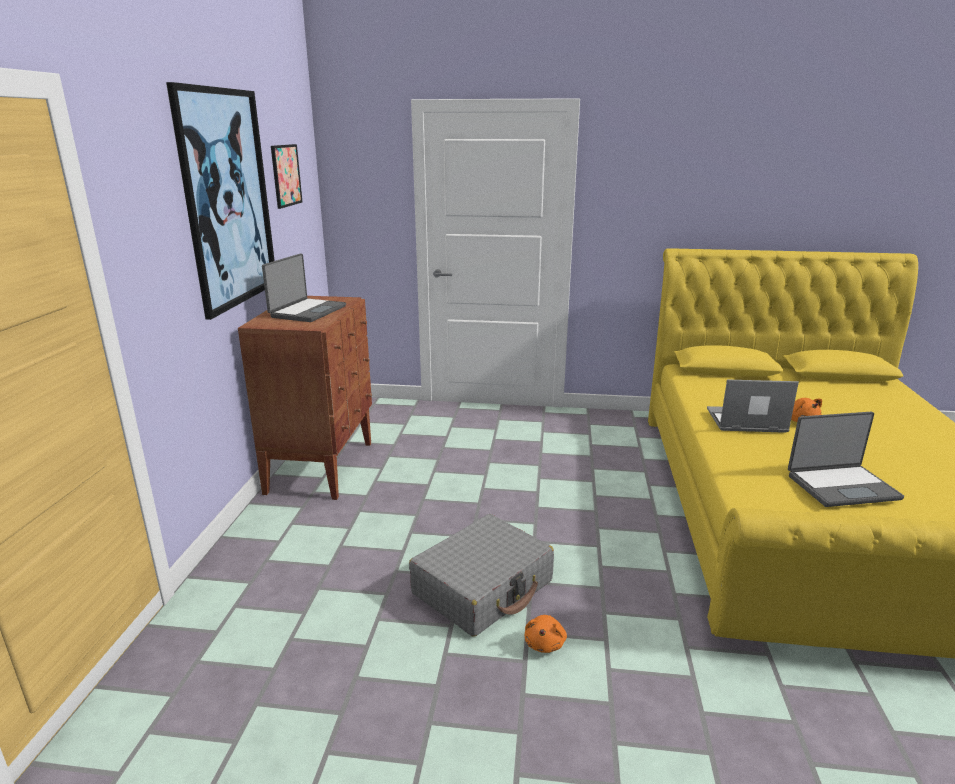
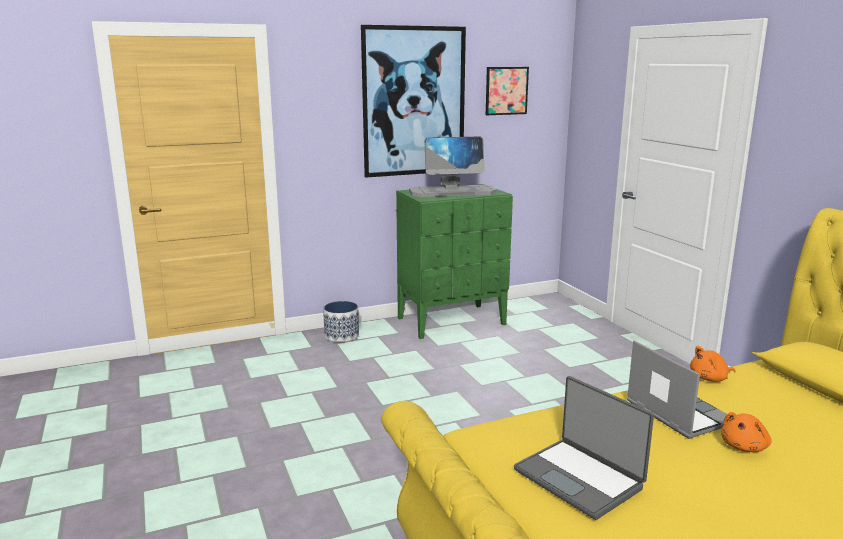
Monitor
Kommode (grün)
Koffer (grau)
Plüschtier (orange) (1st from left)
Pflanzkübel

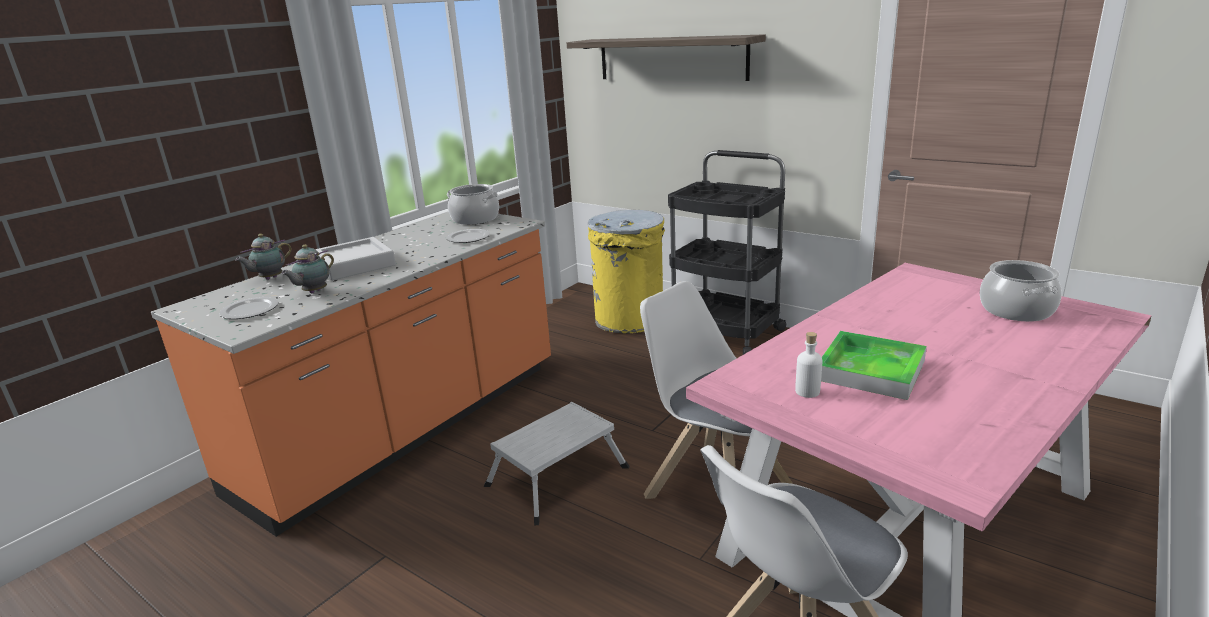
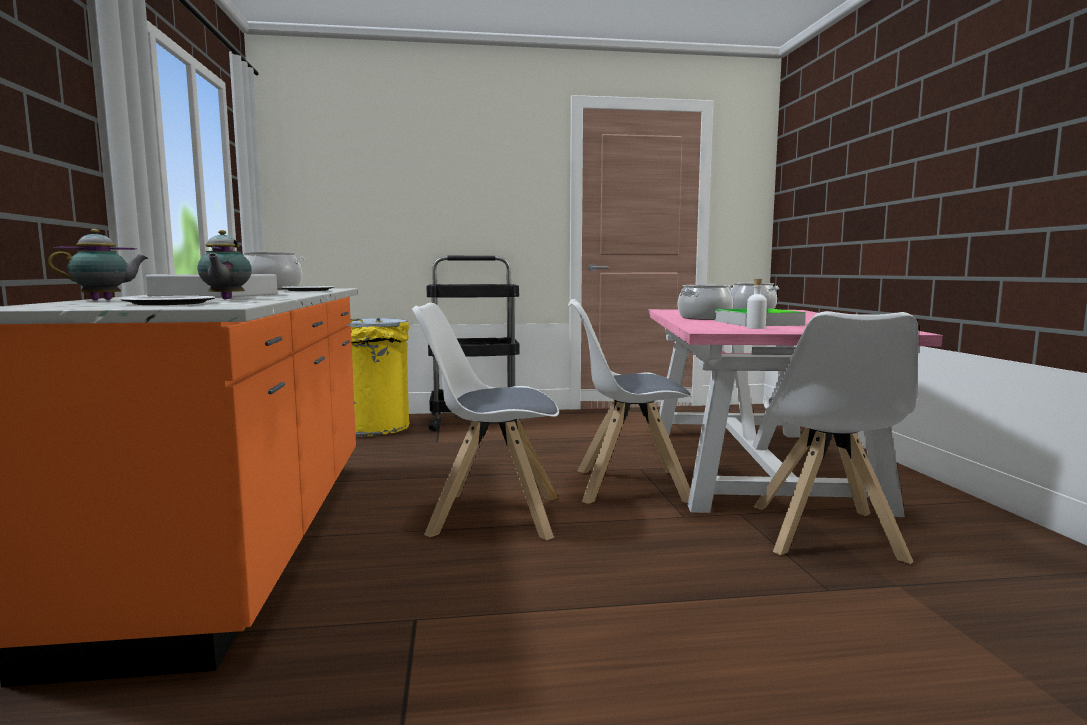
Wandregal
Teekanne (1st from left)
Stuhl (1st from left)
Kochtopf (2nd from left)

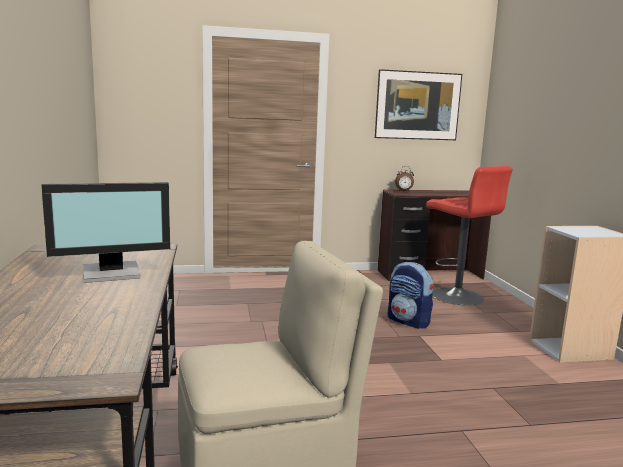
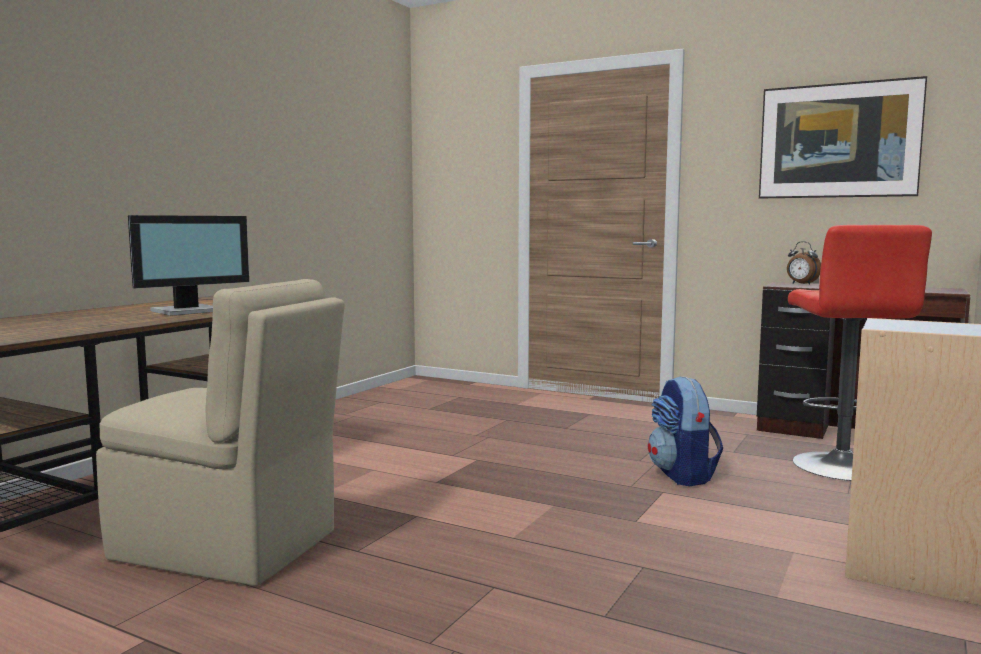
Monitor

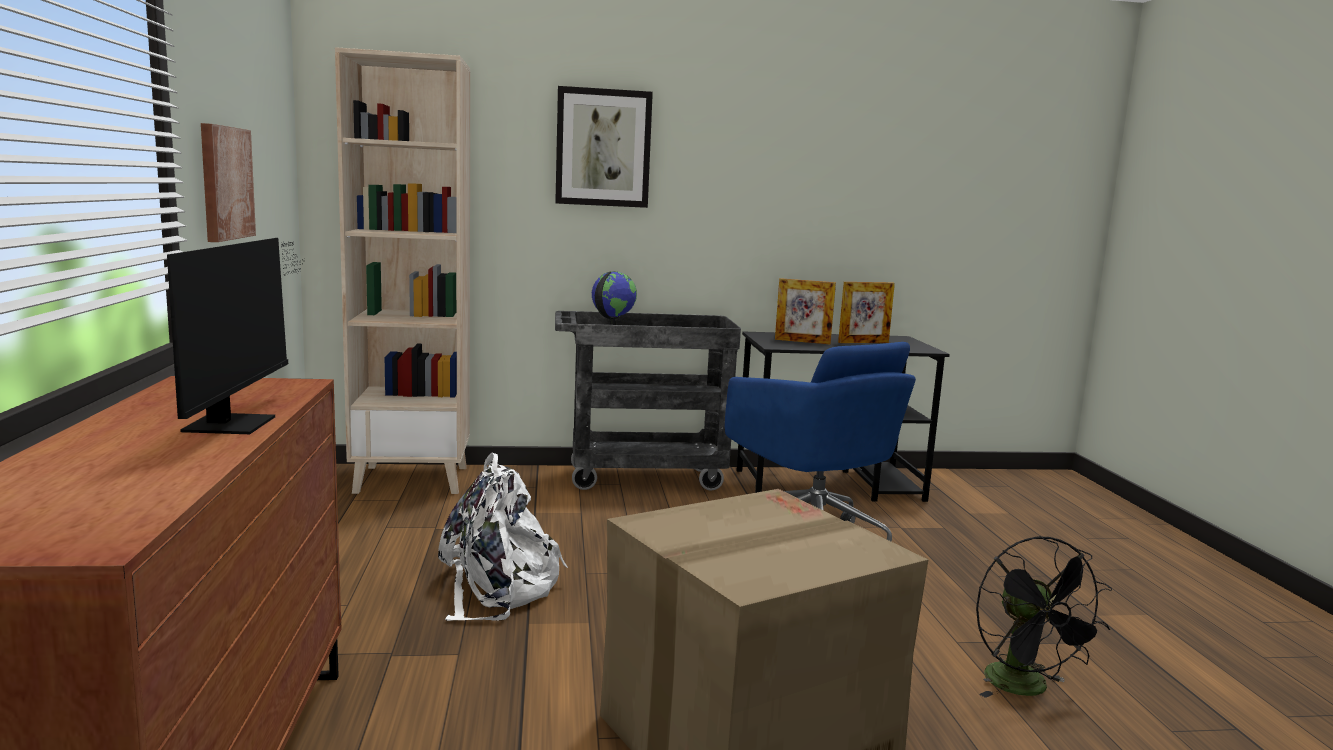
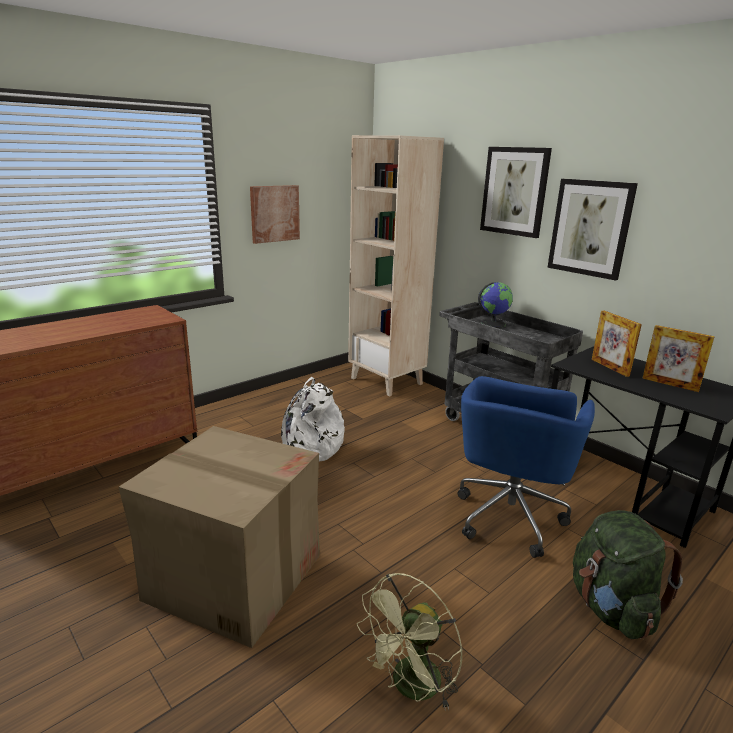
Monitor
Ventilator (grün)
Bild (3rd from left)
Rucksack (grün)

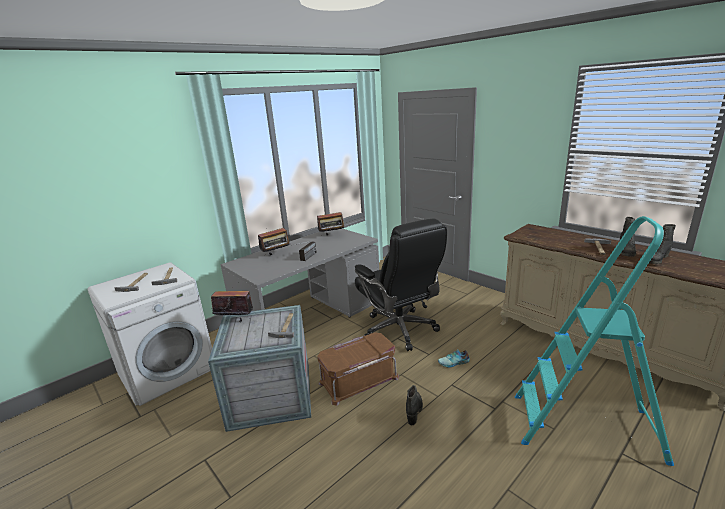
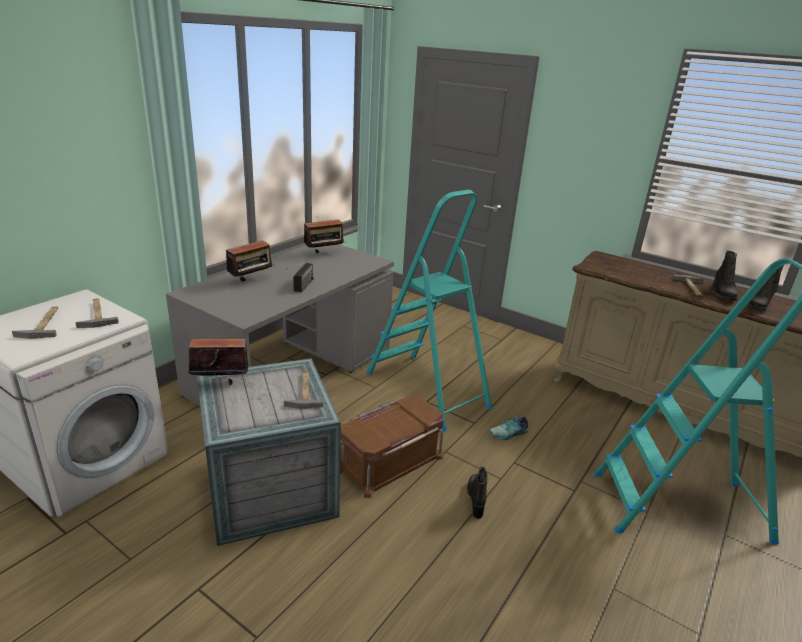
Trittleiter (türkis) (1st from left)

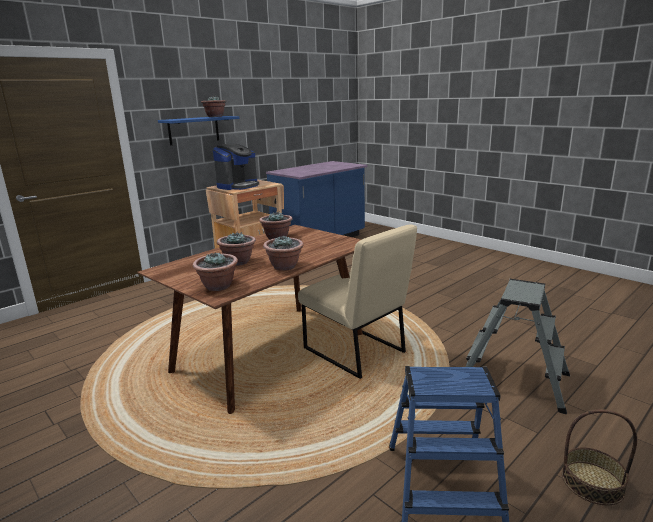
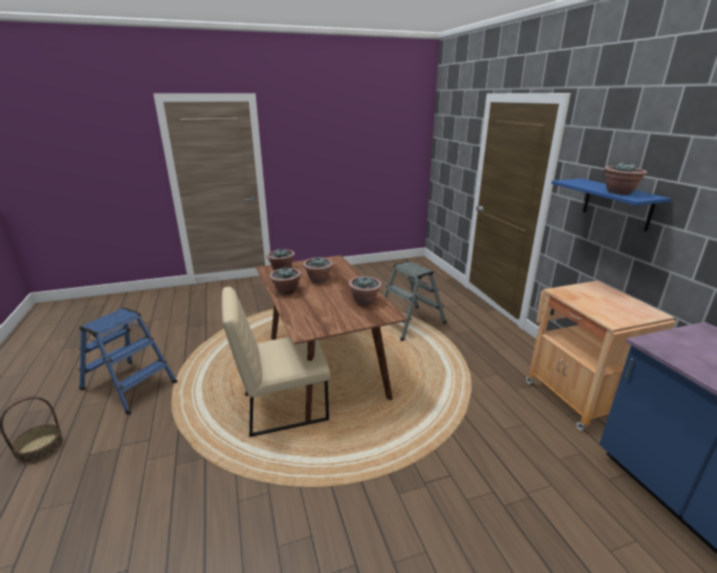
Kaffeemaschine
Trittleiter (grau)

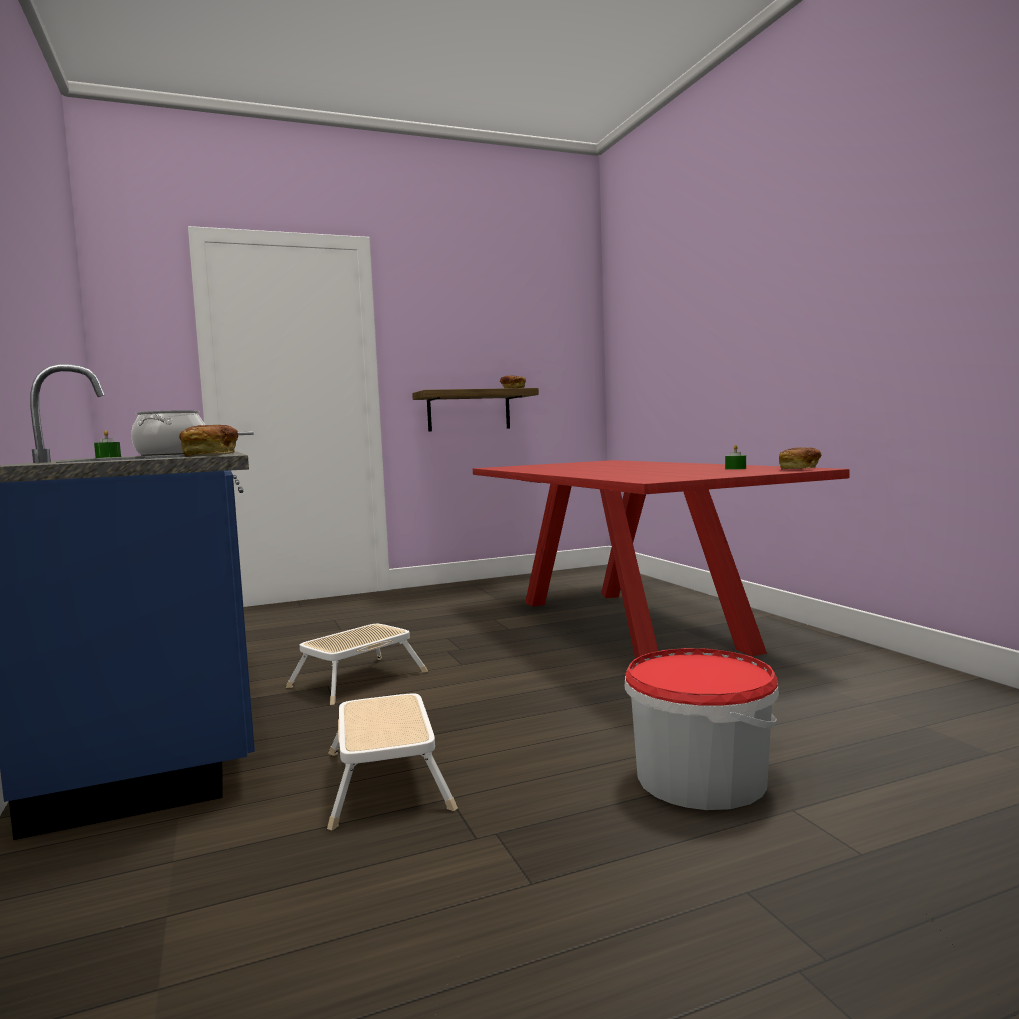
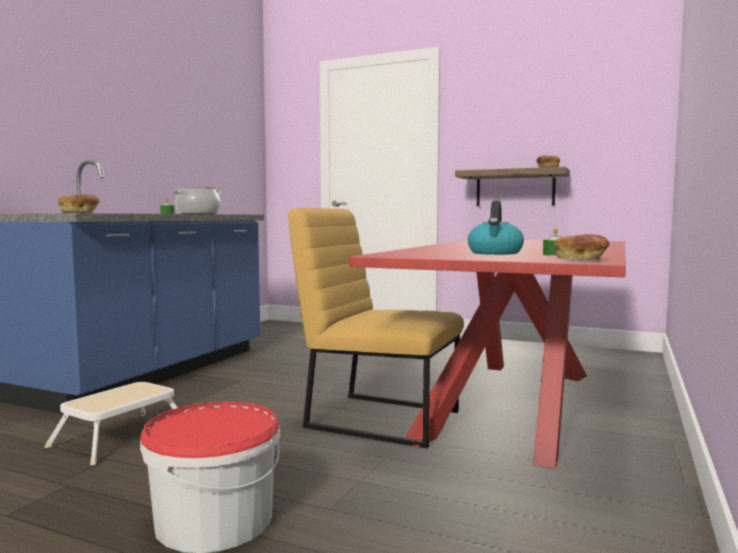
Trittleiter (beige) (1st from left in the first image)
Wasserkessel
Stuhl (gelb)

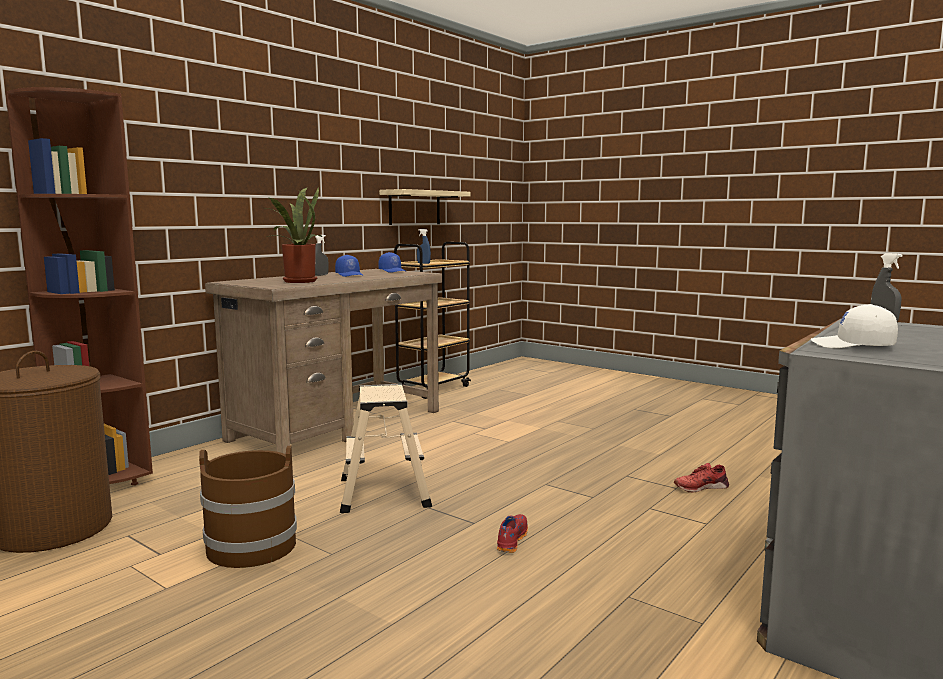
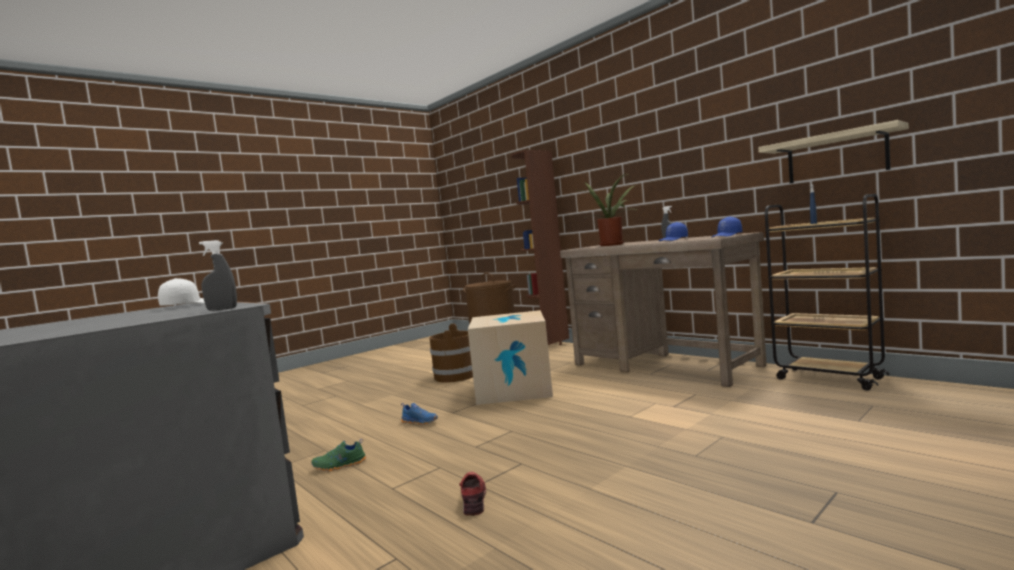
Karton
Schuh (blau)
Schuh (grün)

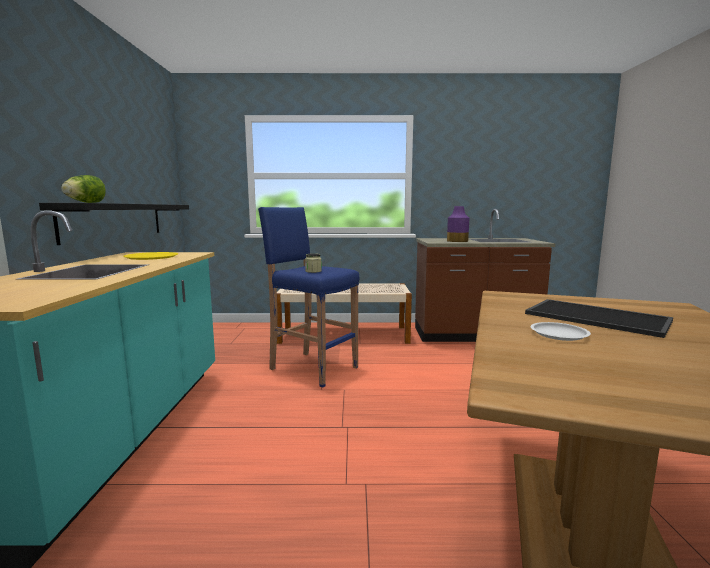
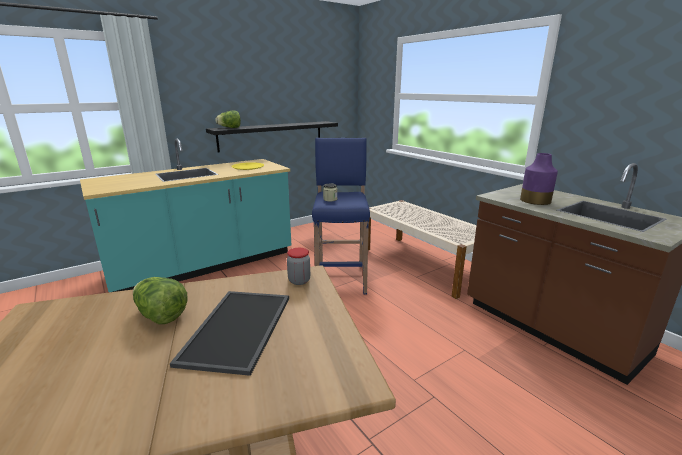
Salatkopf (1st from left)
Vorratsglas (1st from left)

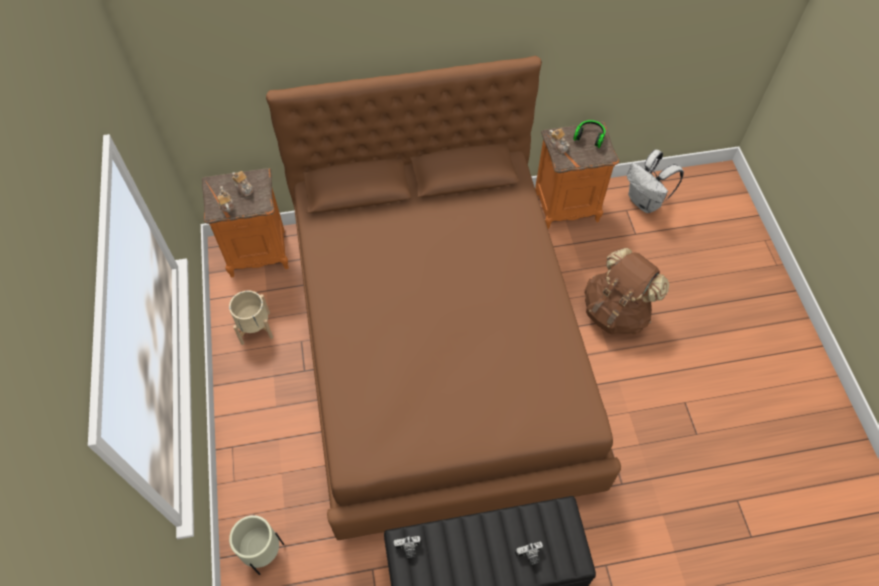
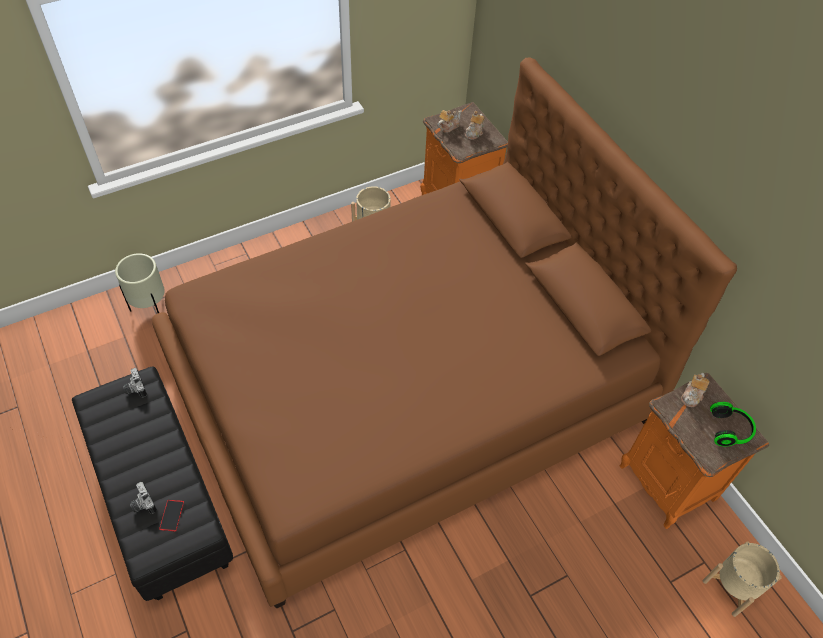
Pflanzkübel (beige) (3rd from left)
Rucksack (braun)
Handy

